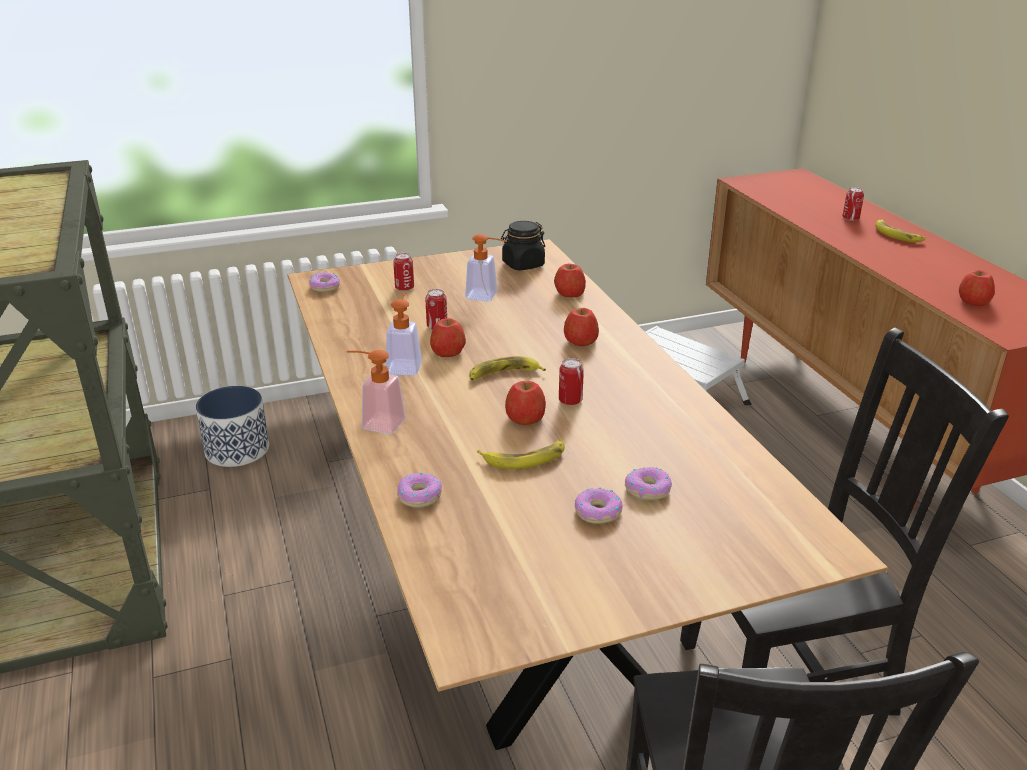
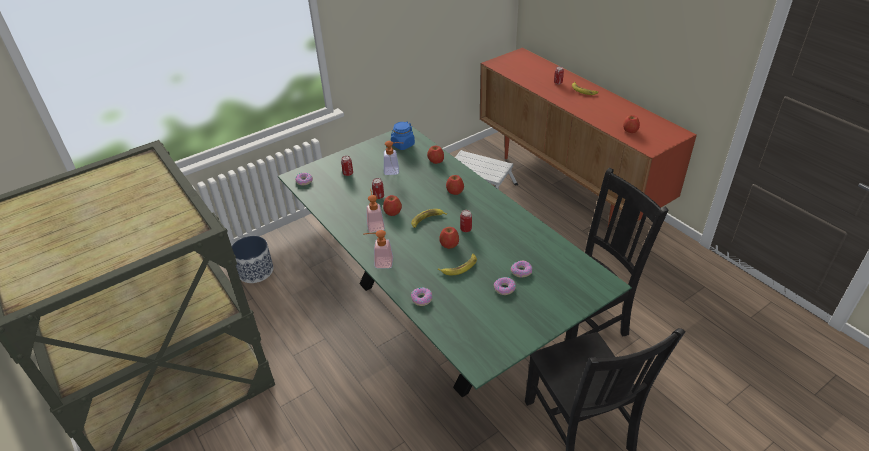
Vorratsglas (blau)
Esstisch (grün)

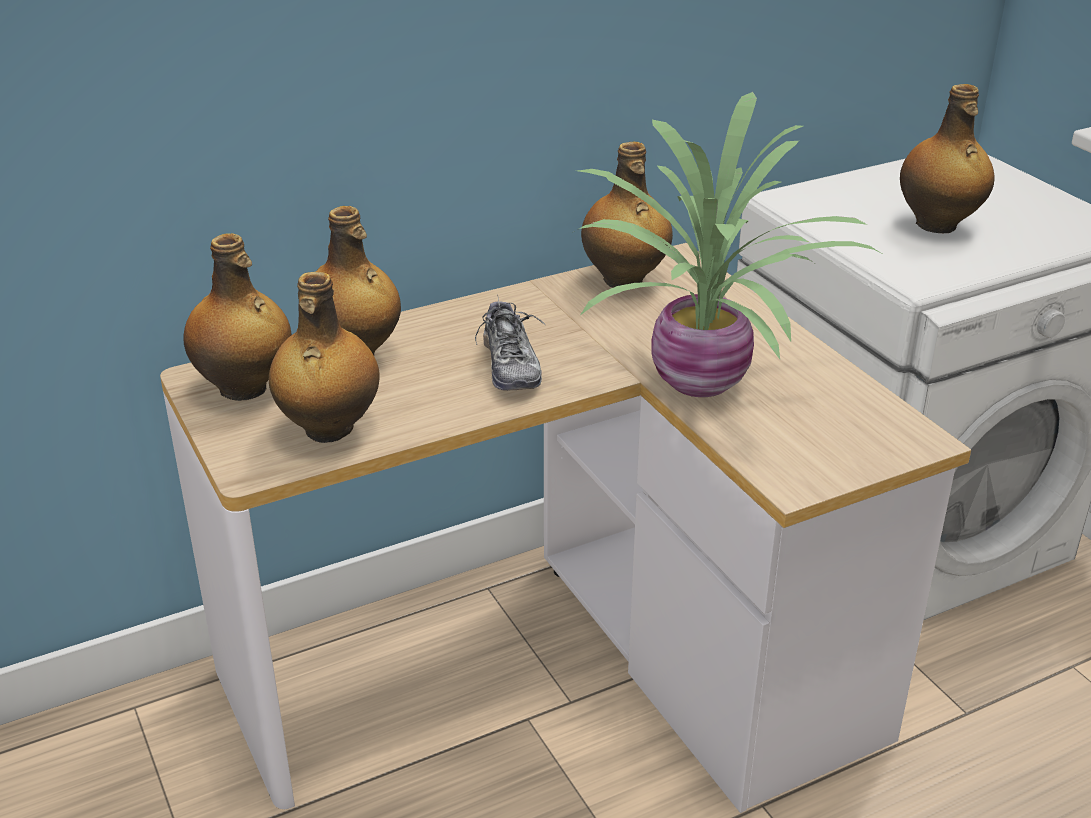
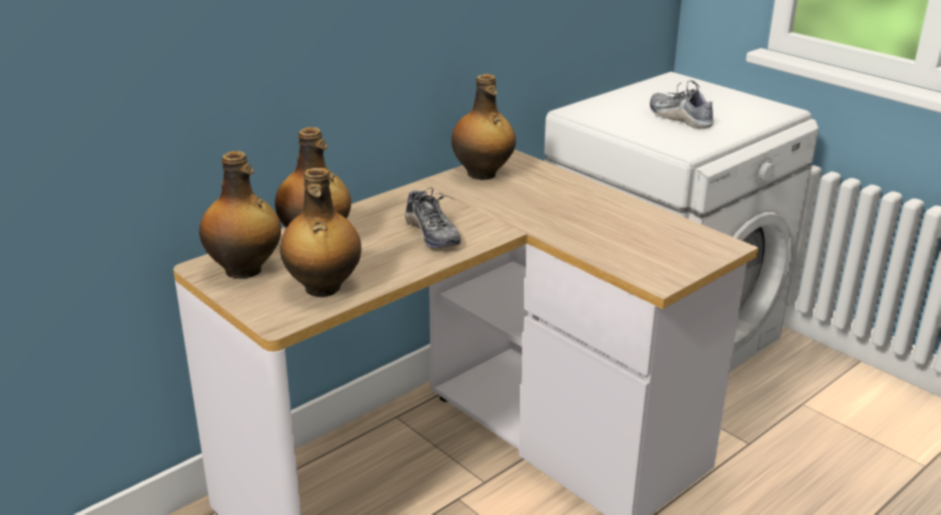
Schuh (2nd from left)
Topfpflanze

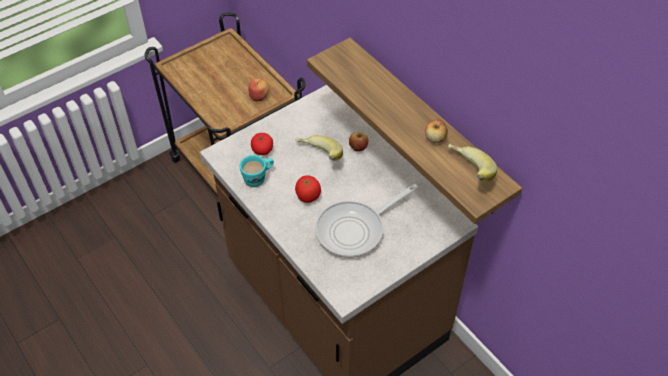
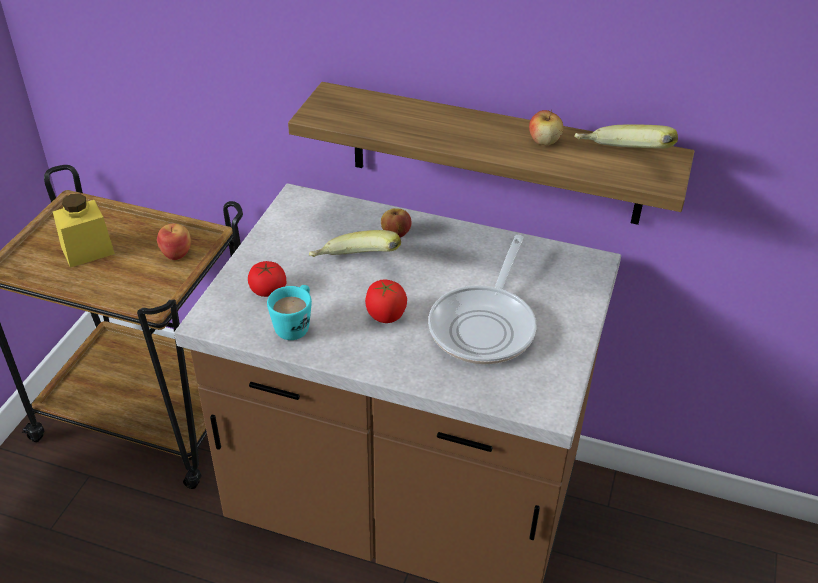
Vorratsglas (gelb)

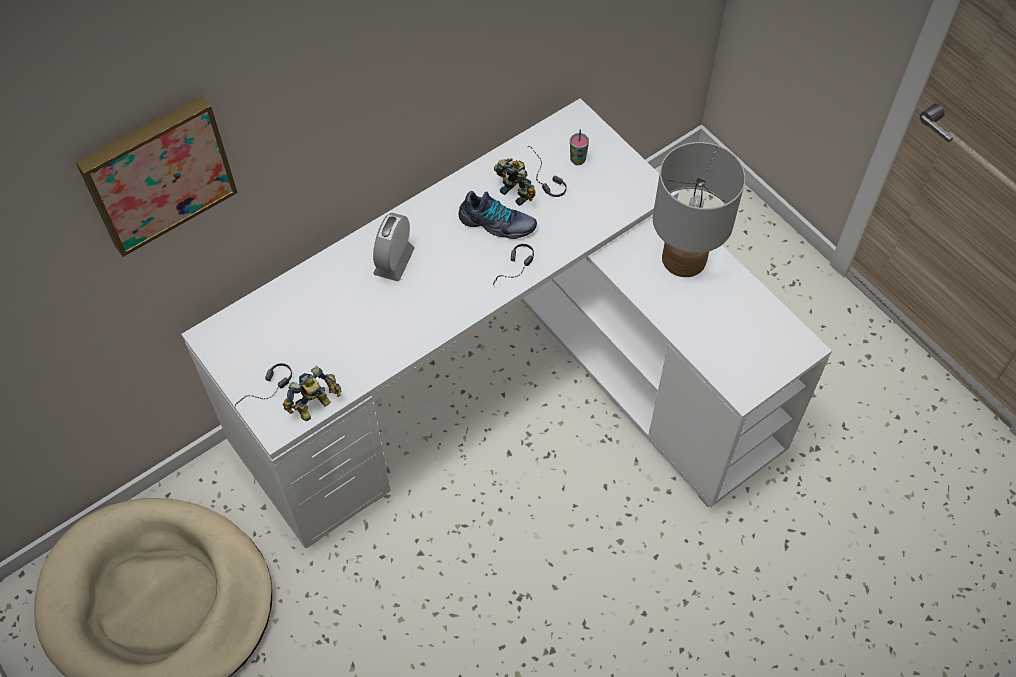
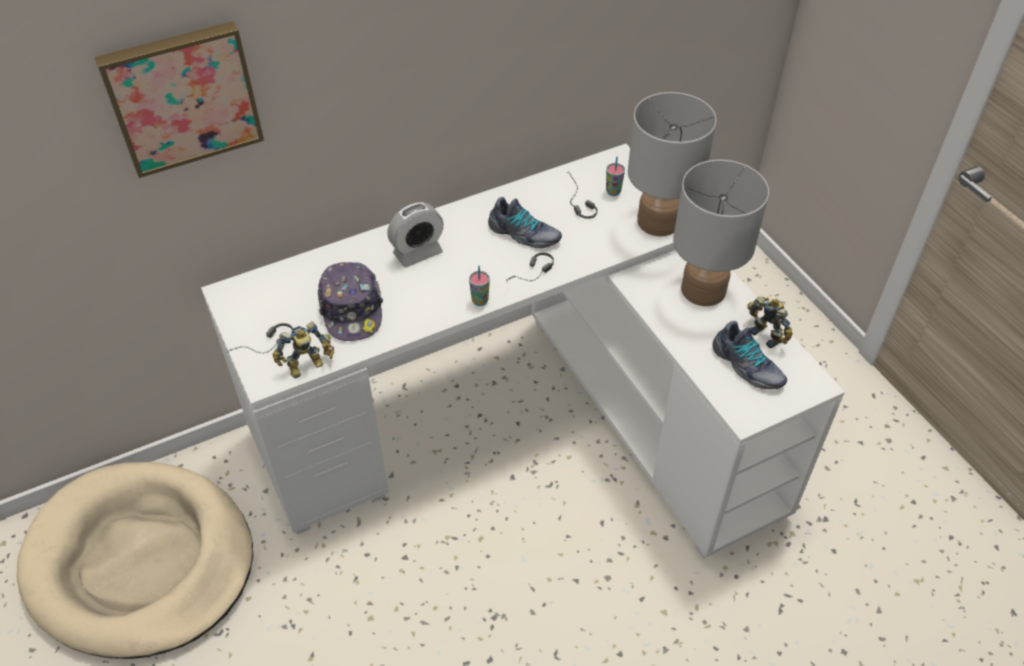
Spielzeugroboter (2nd from left)
Wecker
Tischlampe (grau) (1st from left)
Kappe
Tasse (1st from left)
Schuh (2nd from left)

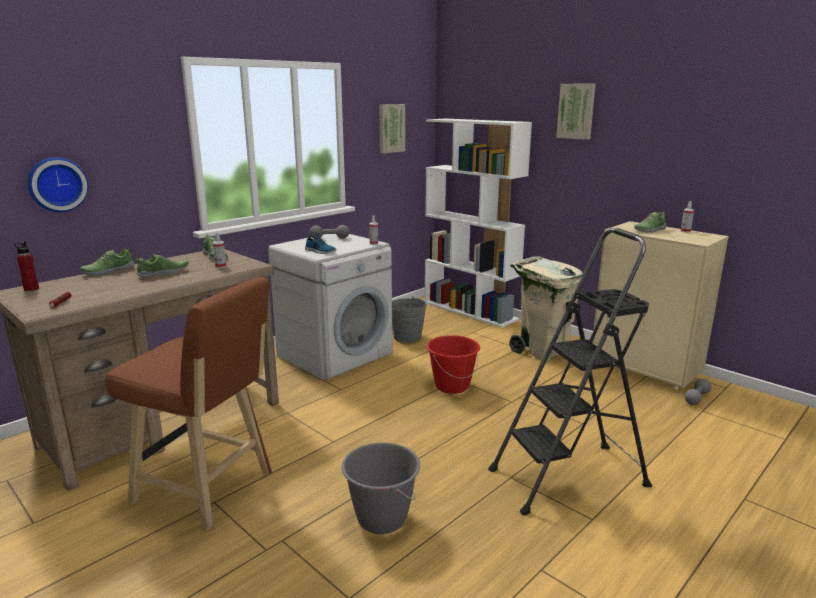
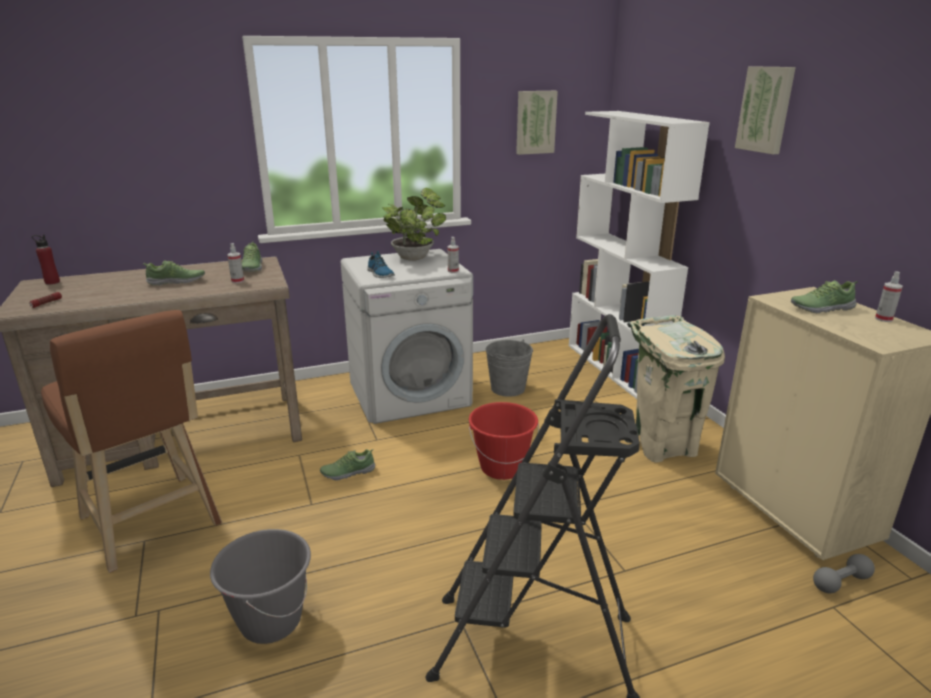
Wanduhr
Topfpflanze
Schuh (3rd from left)

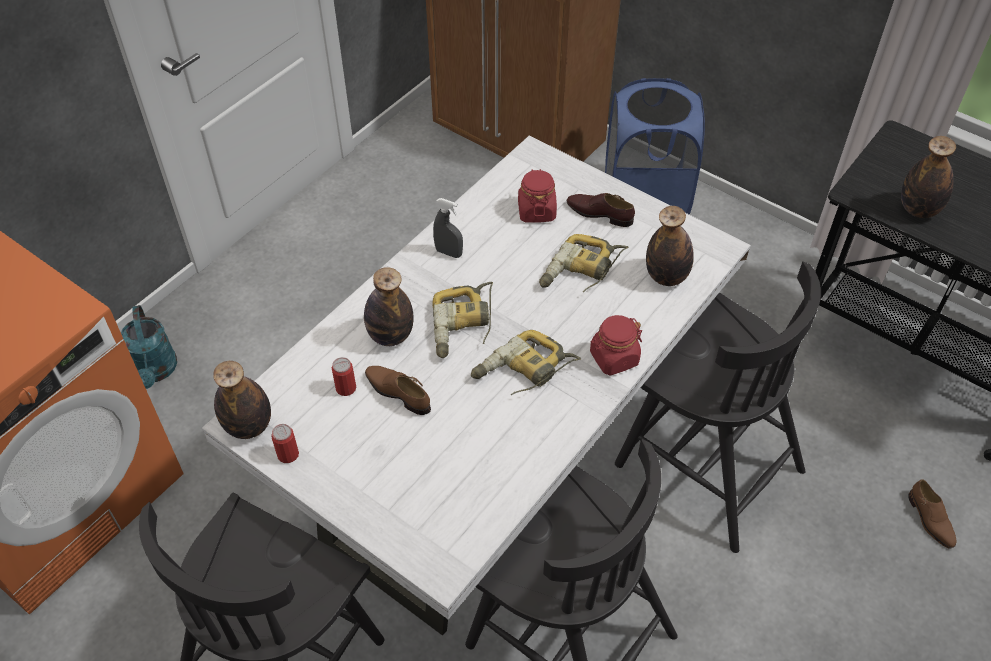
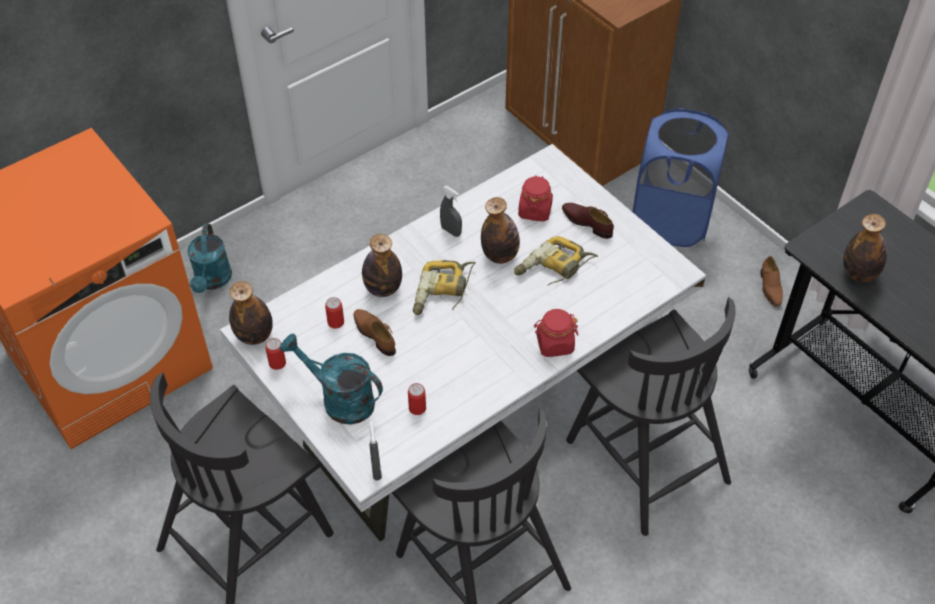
Flasche (3rd from left)
Bohrmaschine (2nd from left in the first image)
Schuh (braun) (3rd from left)
Gießkanne (türkis) (2nd from left)
Dose (3rd from left)
Sprühflasche (grau) (1st from left)

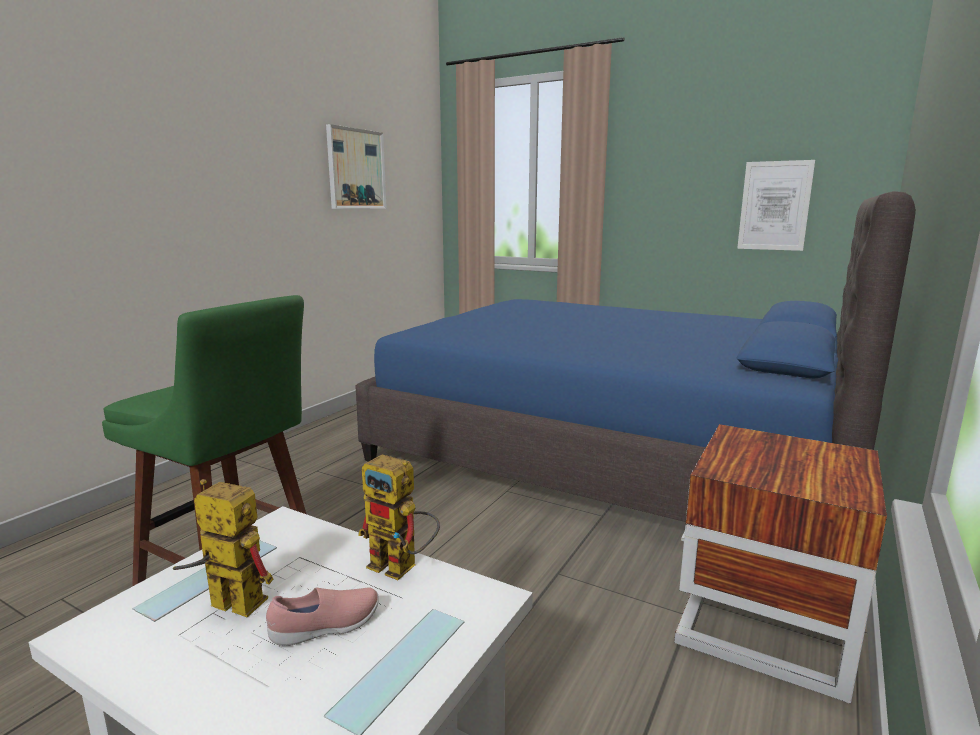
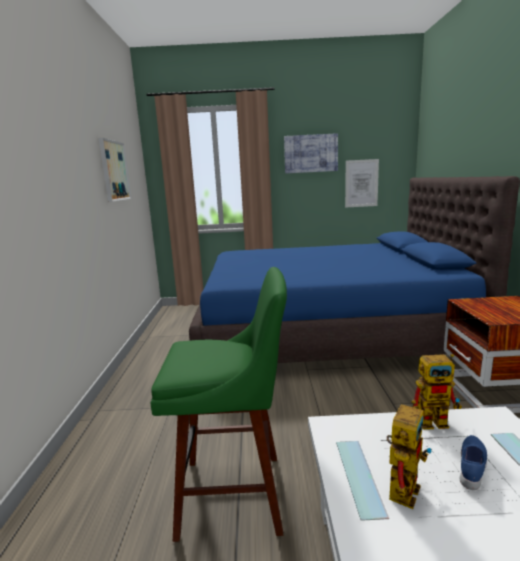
Spielzeugroboter (1st from left)
Schuh (blau)
Bild (2nd from left)

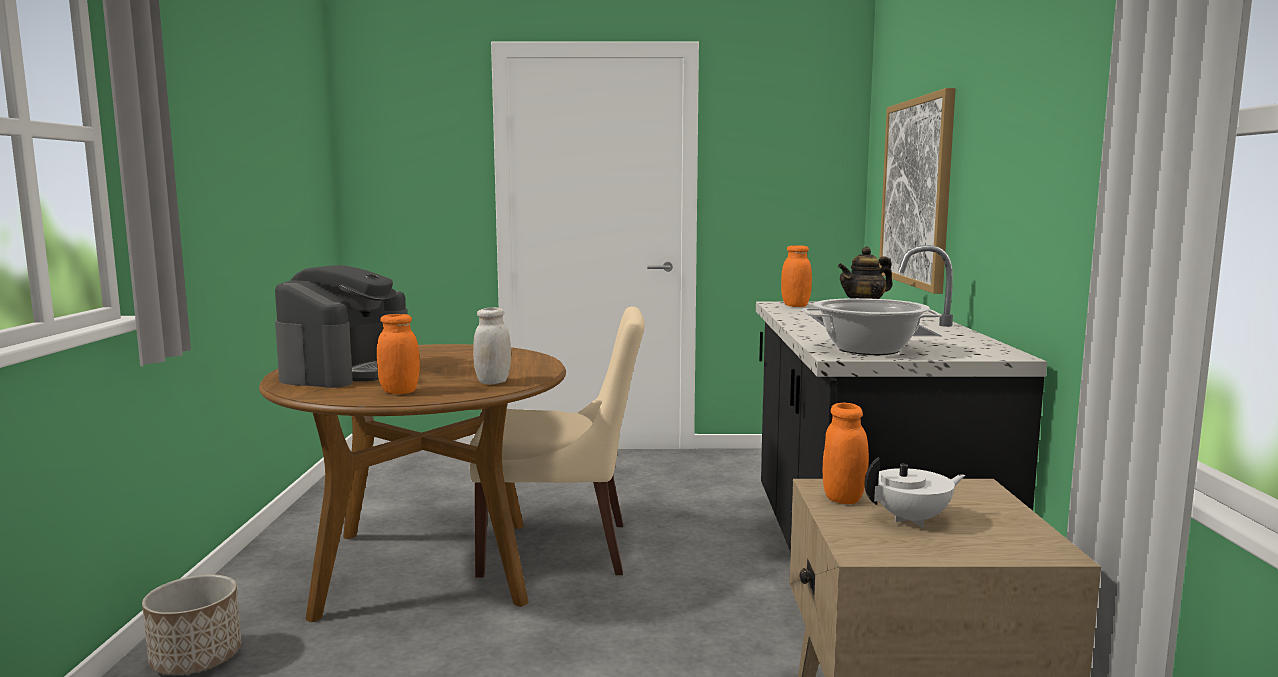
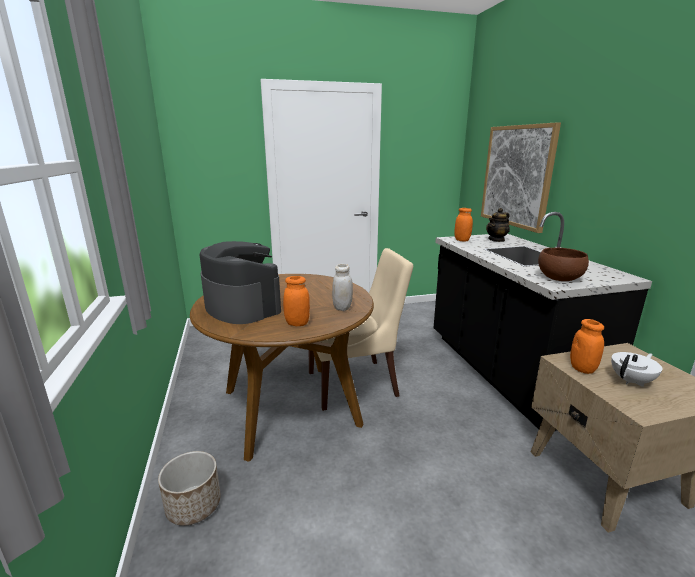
Kaffeemaschine
Schüssel (braun)

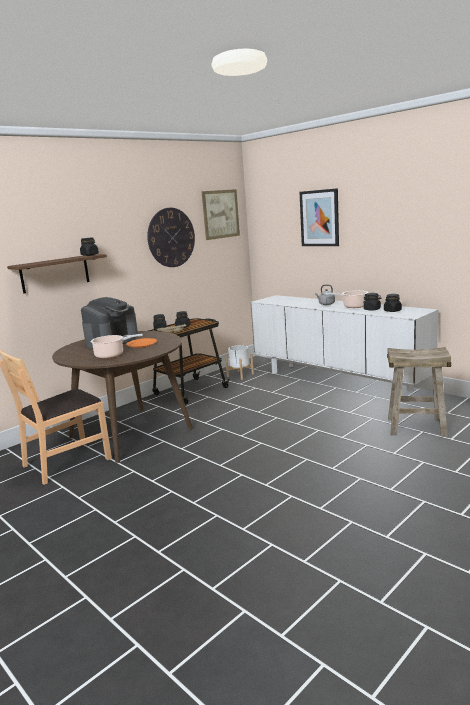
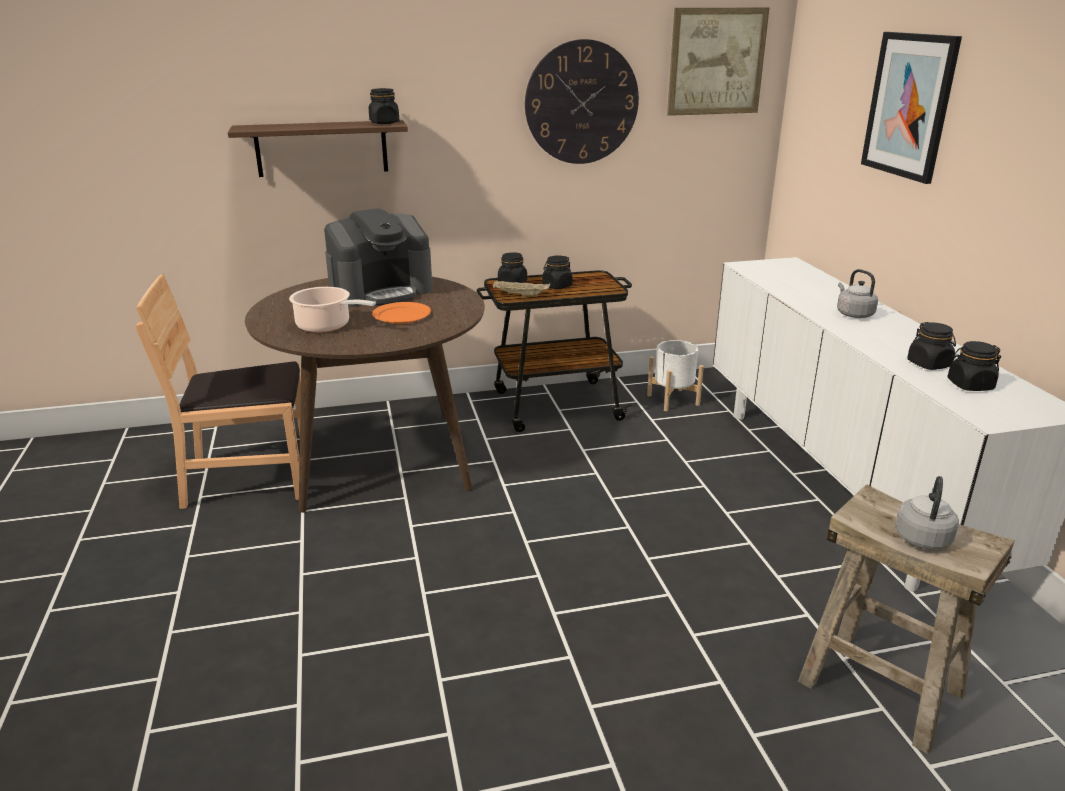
Kochtopf (2nd from left in the first image)
Wasserkessel (grau) (2nd from left)

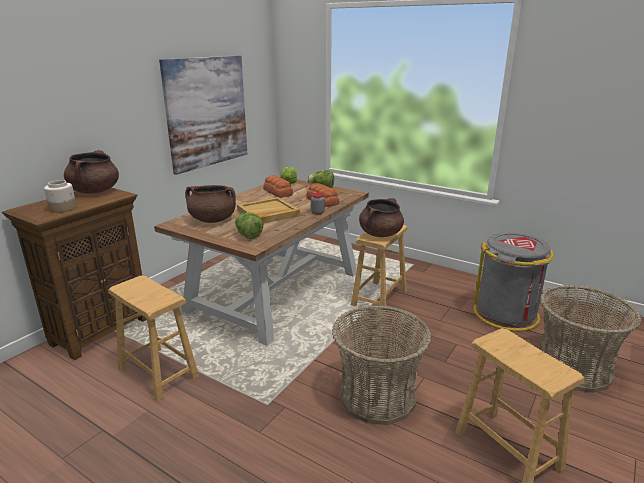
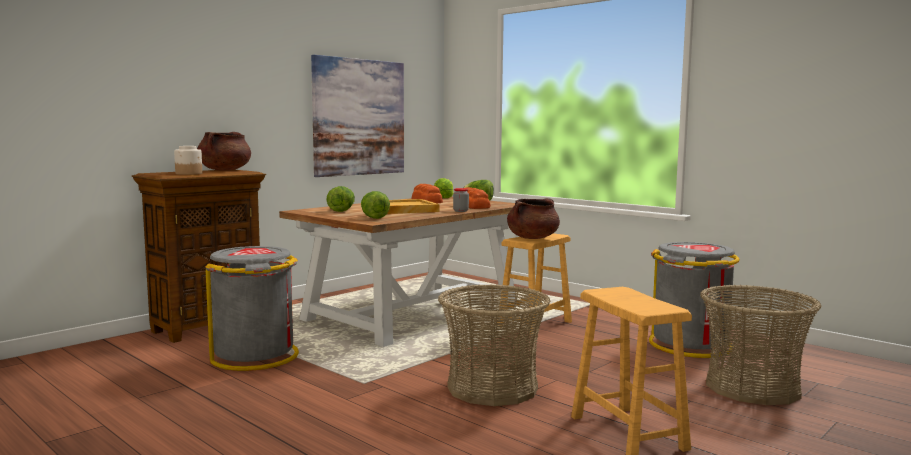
Salatkopf (1st from left)
Mülleimer (grau) (1st from left)

